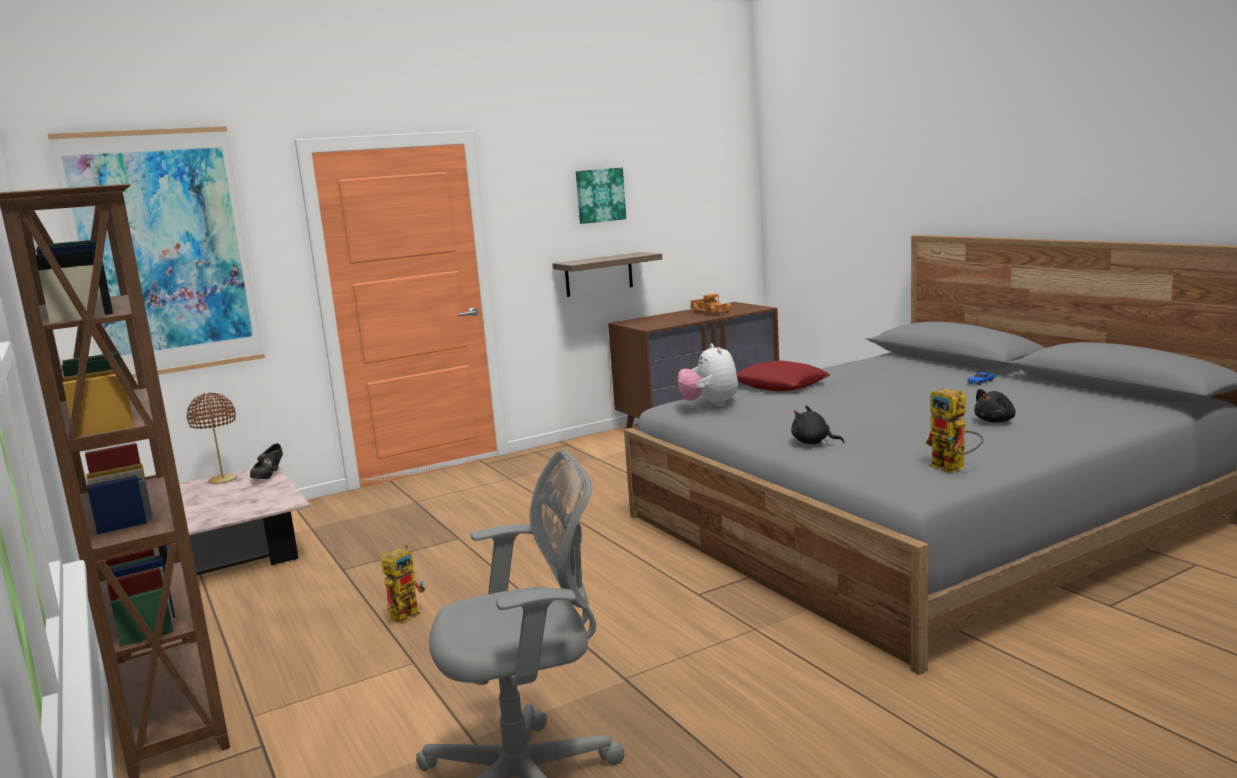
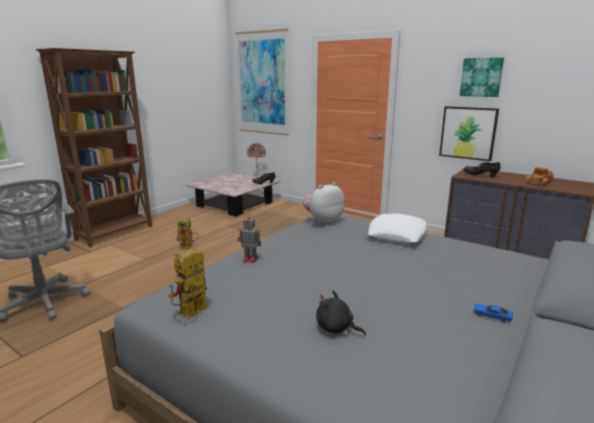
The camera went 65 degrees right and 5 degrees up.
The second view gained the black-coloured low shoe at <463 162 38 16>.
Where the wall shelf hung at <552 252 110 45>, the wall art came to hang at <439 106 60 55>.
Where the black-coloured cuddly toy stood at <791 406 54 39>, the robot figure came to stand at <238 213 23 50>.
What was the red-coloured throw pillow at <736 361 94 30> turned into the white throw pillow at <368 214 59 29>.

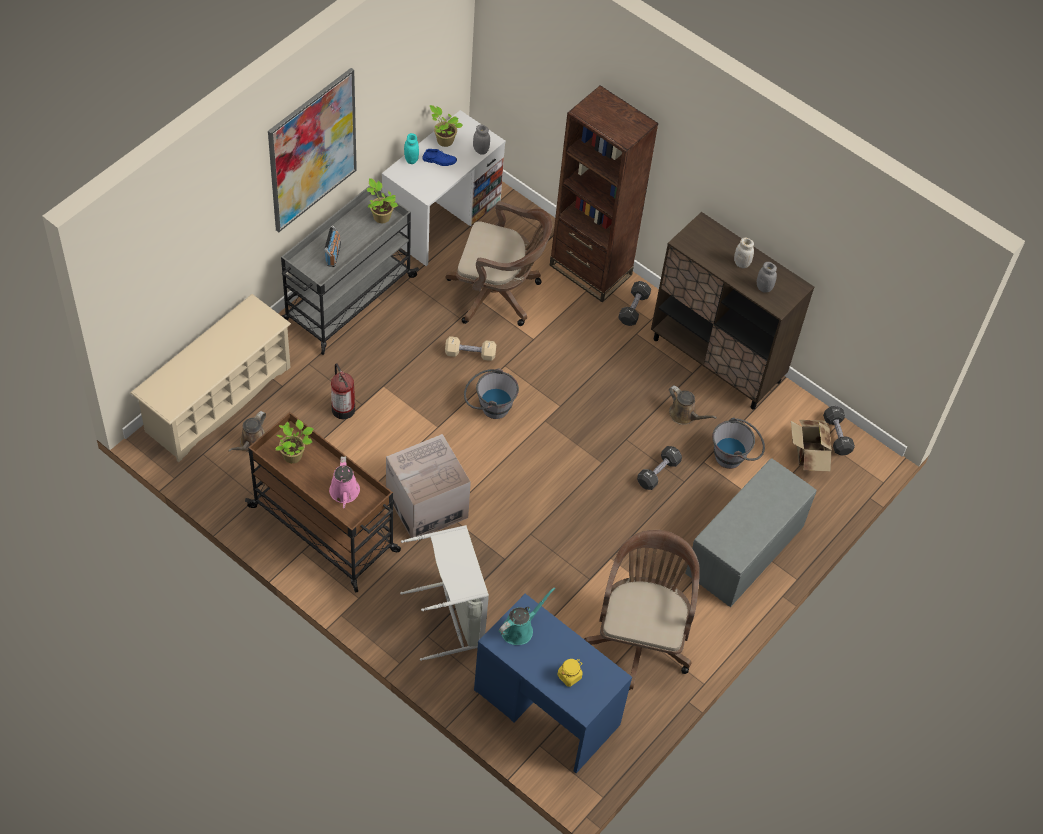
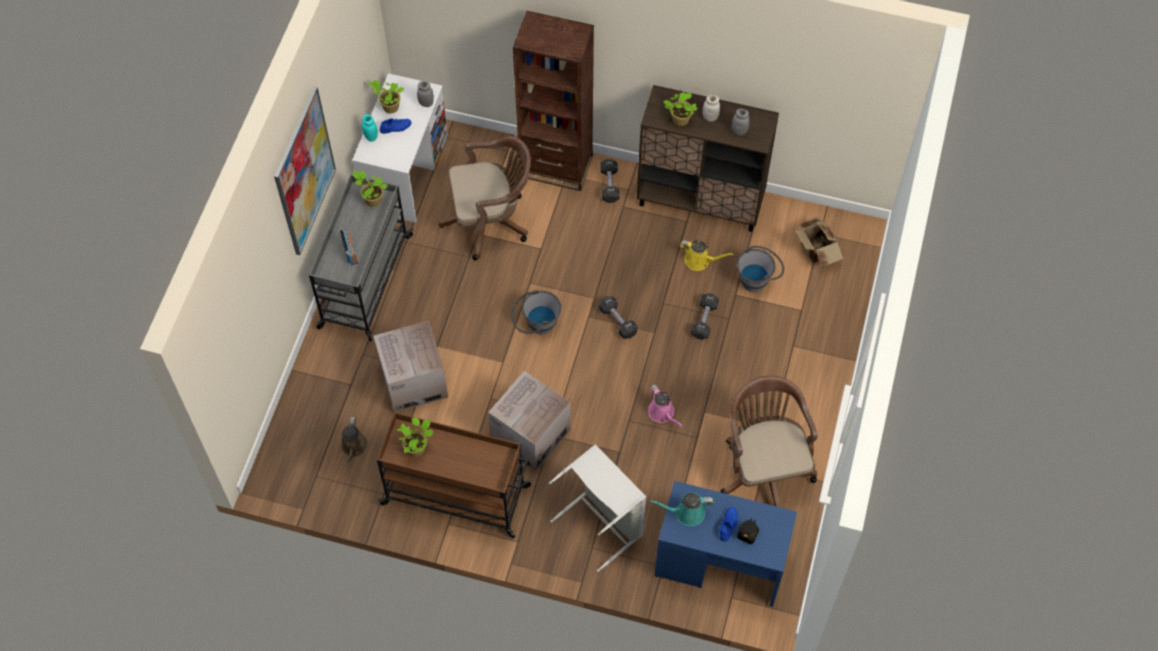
The camera went 20 degrees left and 5 degrees up.
The second view lost the beige-coloured shoe stand at <130 294 161 168>.
The second view lost the beige-coloured free weight at <445 336 51 25>.
The second view lost the gray long seat at <685 458 132 149>.
The second view gained the houseplant at <663 91 35 35>.
The second view gained the blue-coloured low shoe at <720 507 18 35>.
The pink-coloured watering pot ended up elsewhere, having gone from <329 456 31 52> to <648 384 34 43>.
The black-coloured free weight ended up elsewhere, having gone from <823 406 32 49> to <599 296 39 43>.
Where the fire extinguisher stood at <331 363 24 56>, the carton came to stand at <374 321 74 91>.
What was the yellow jar at <558 659 25 28> turned into the black-coloured jar at <737 518 22 26>.
What was the brown watering pot at <669 385 48 40> turned into the yellow watering pot at <679 240 55 31>.
The turquoise watering pot at <499 587 57 58> ended up facing another way, 120 degrees counterclockwise from before.

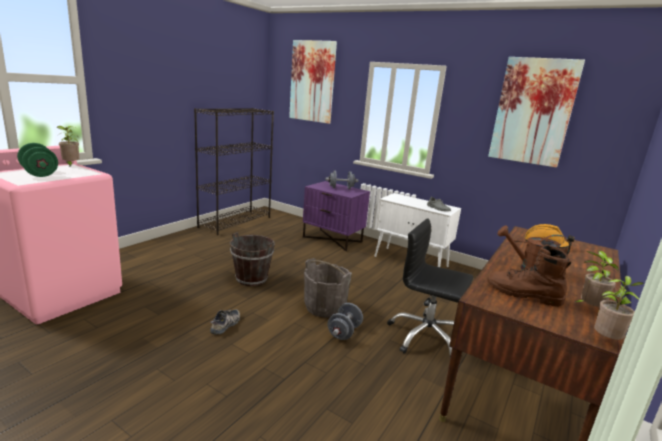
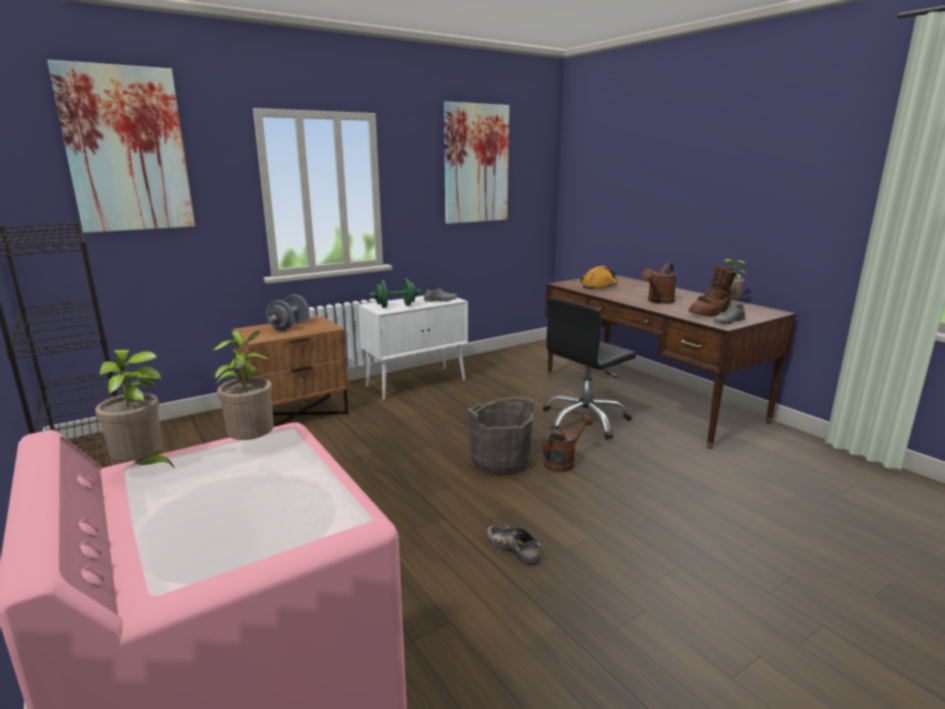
The camera went 65 degrees left and 0 degrees up.
The second view lost the brown water bucket at <230 232 45 54>.
The second view gained the gray low shoe at <713 303 32 21>.
The green free weight ended up elsewhere, having gone from <17 143 41 34> to <369 279 51 29>.
The houseplant ended up elsewhere, having gone from <594 276 50 64> to <213 331 61 109>.
Where the gray free weight stood at <328 303 35 37>, the brown watering pot came to stand at <543 414 50 58>.
What was the purple nightstand at <303 181 67 70> turned into the brown nightstand at <233 316 116 111>.

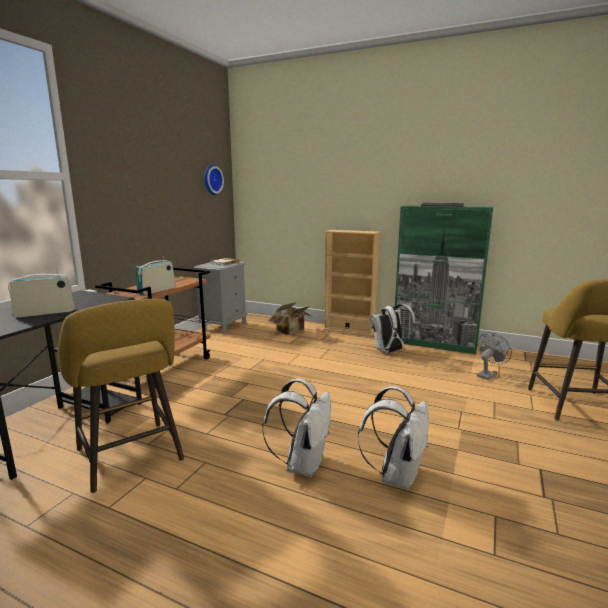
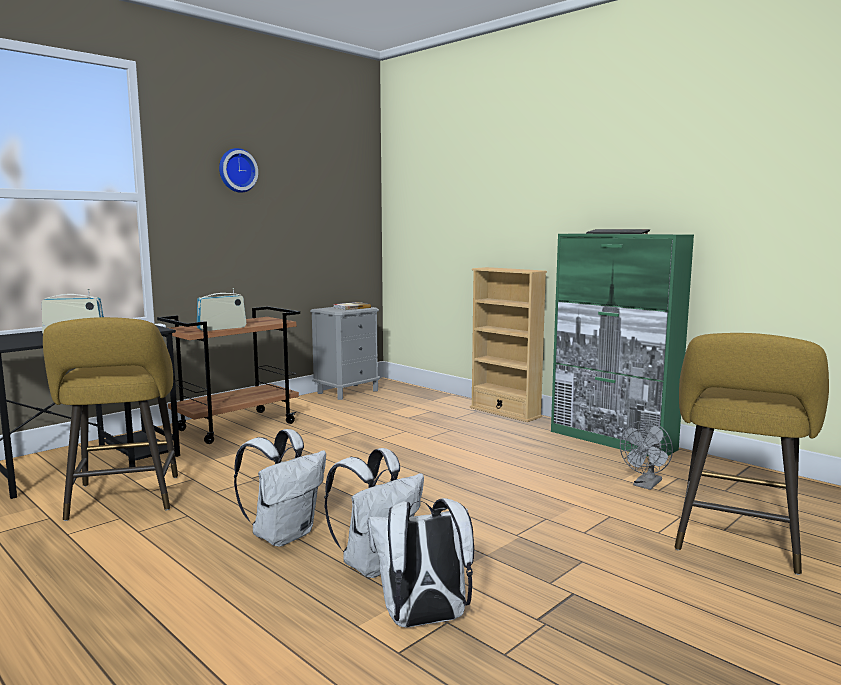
The camera went 20 degrees right and 5 degrees down.
The second view lost the carton at <268 302 44 33>.
The clock on the wall ended up elsewhere, having gone from <204 165 20 30> to <219 148 39 45>.
The white backpack ended up elsewhere, having gone from <370 304 46 50> to <367 498 107 130>.
The gray cooling fan at <477 332 35 48> ended up facing another way, 150 degrees clockwise from before.

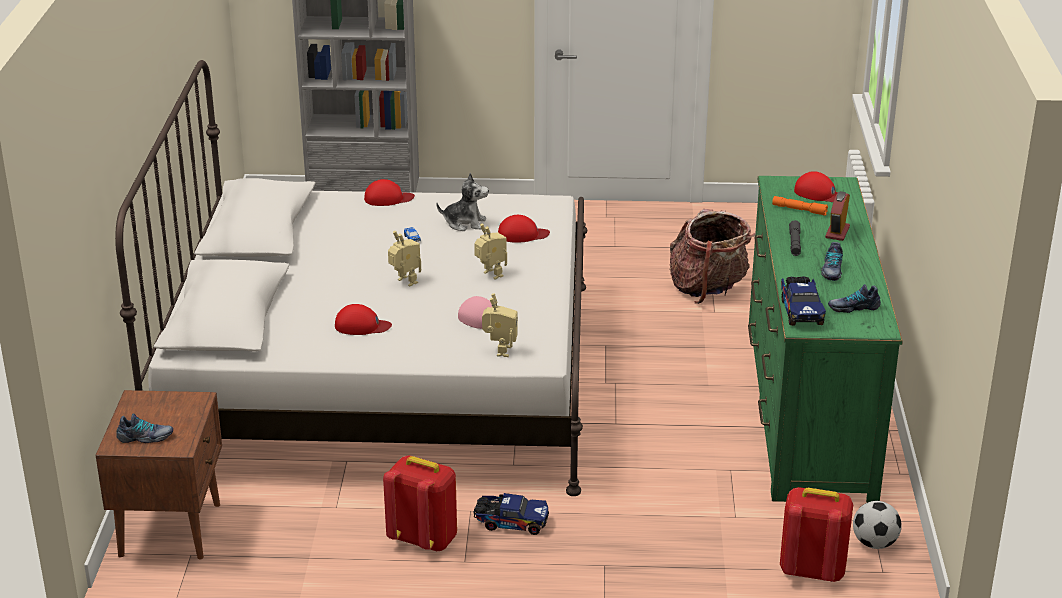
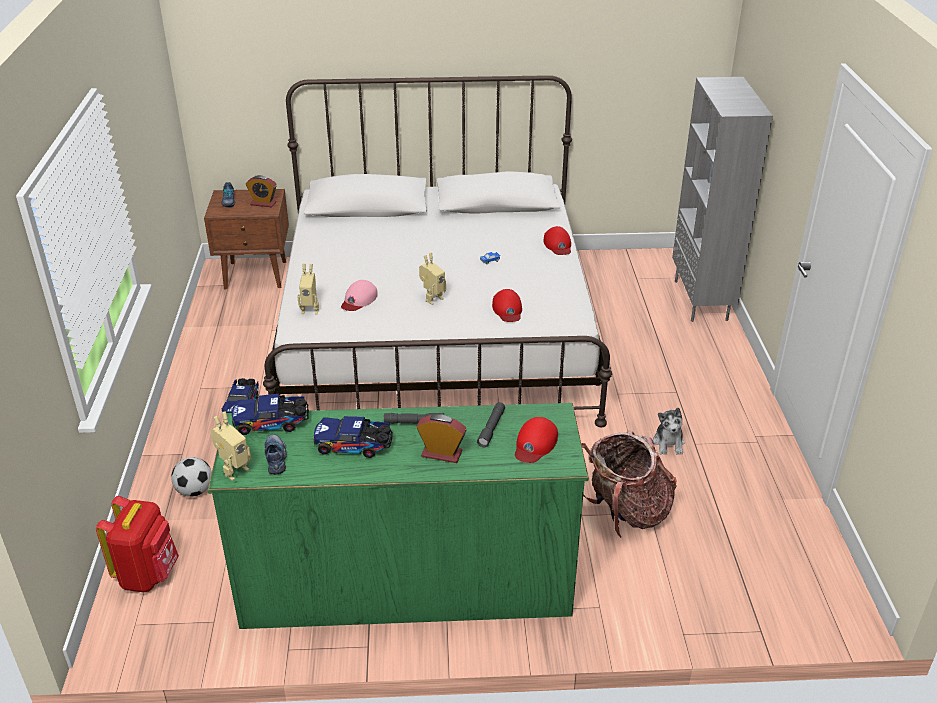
The camera went 85 degrees right and 5 degrees up.
The second view lost the red-coloured cap at <335 304 57 31>.
The second view lost the red-coloured backpack at <383 456 74 96>.
The second view gained the table clock at <246 175 31 32>.
The robot figure ended up elsewhere, having gone from <388 231 33 55> to <211 411 40 70>.
The cuddly toy ended up elsewhere, having gone from <436 173 53 58> to <653 407 32 48>.
The ball for football ended up elsewhere, having gone from <853 501 49 48> to <171 457 41 40>.
Where the low shoe stood at <821 242 22 39>, the model truck came to stand at <314 416 79 42>.
What was the orange hand torch at <772 196 56 20> turned into the gray hand torch at <477 402 28 46>.

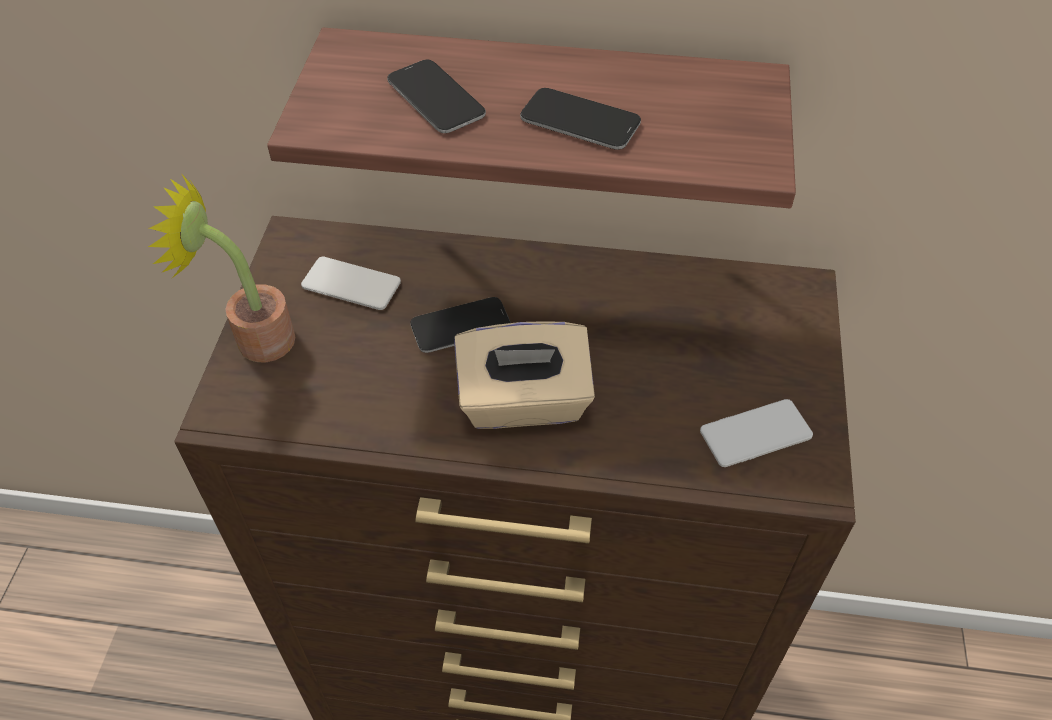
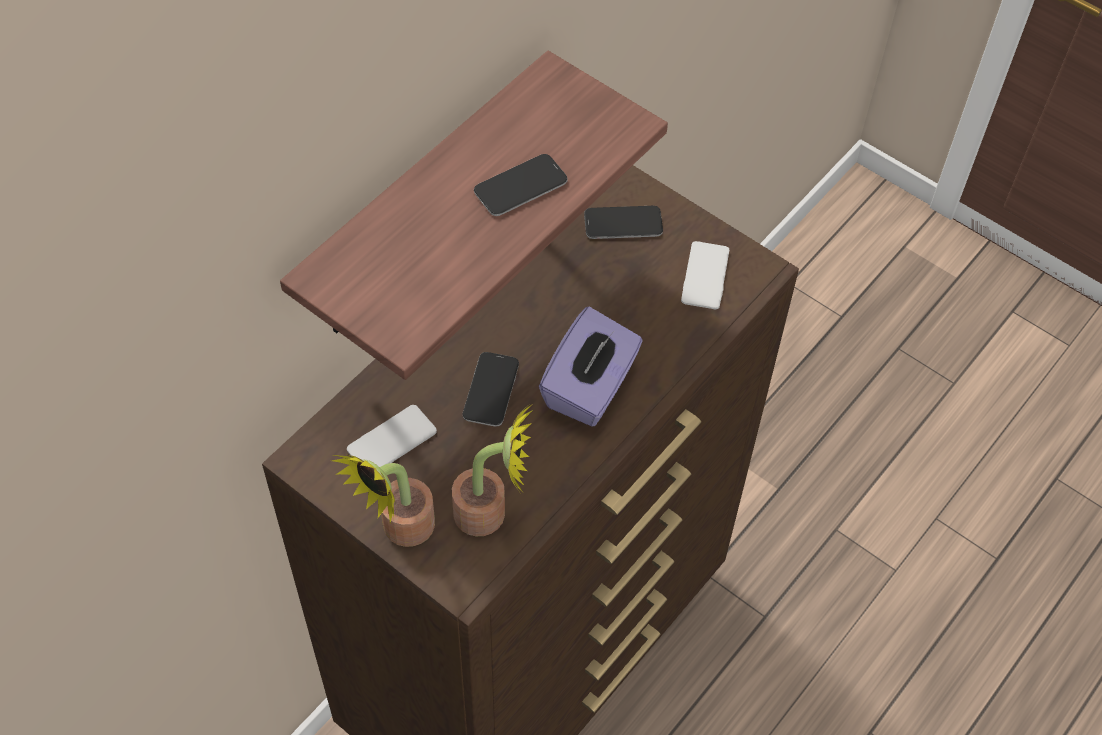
The camera went 60 degrees left and 5 degrees up.
The second view gained the houseplant at <452 405 81 131>.
The telephone ended up elsewhere, having gone from <387 60 99 73> to <584 206 79 33>.
What was the beige-coloured box of tissues at <454 321 141 108> turned into the purple box of tissues at <539 307 104 120>.

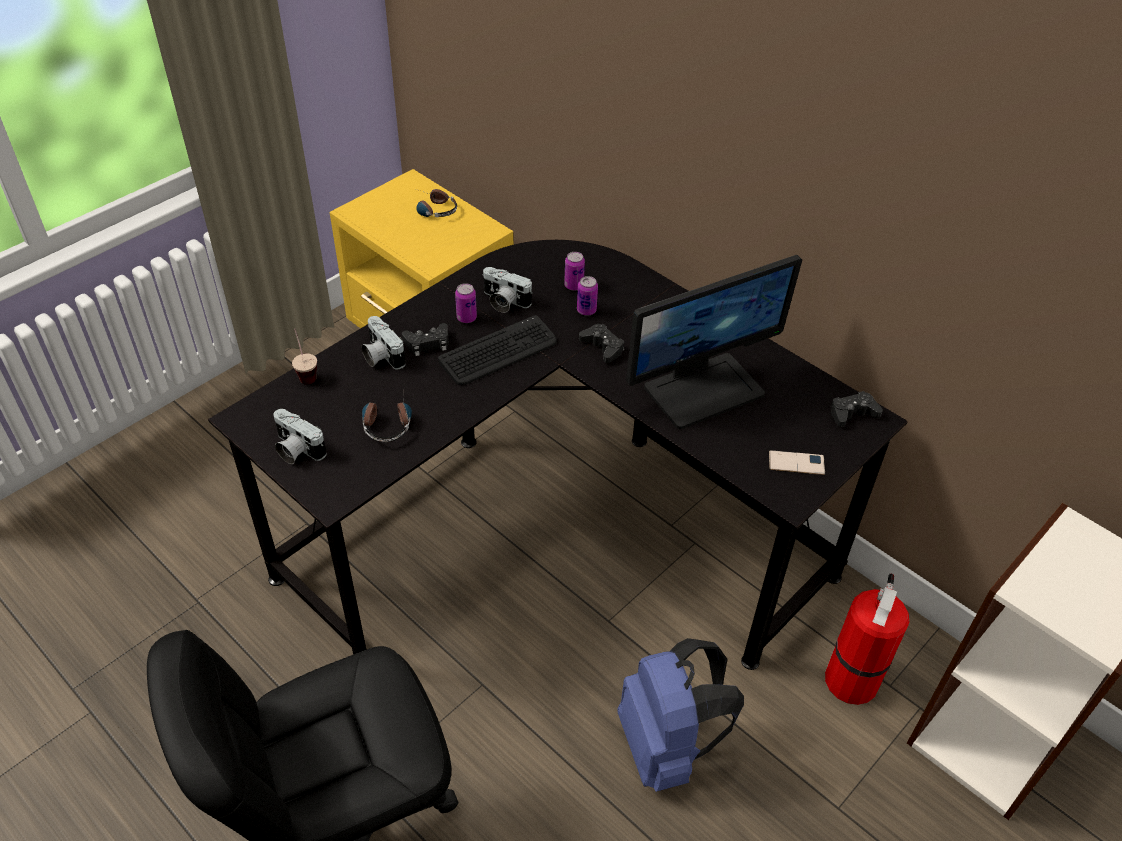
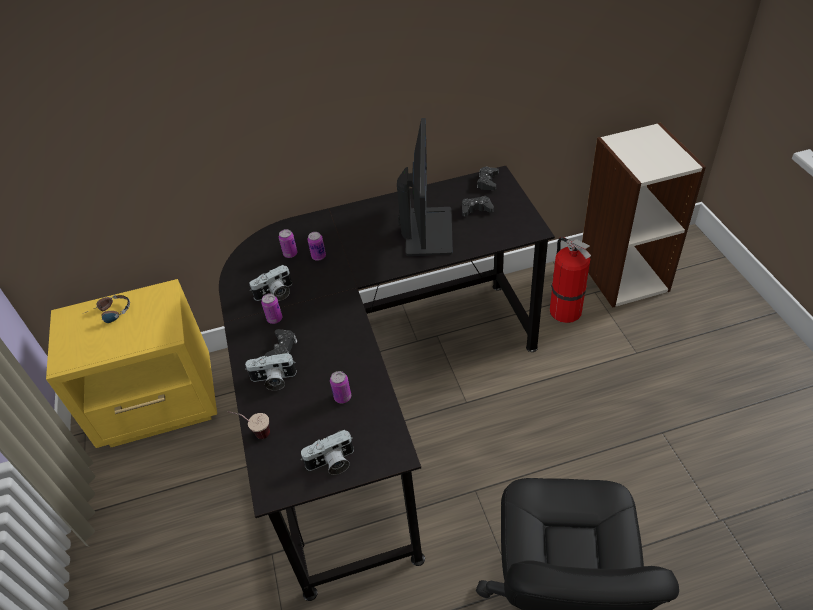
The camera went 55 degrees left and 0 degrees up.
The second view lost the keyboard at <438 315 119 70>.
The second view lost the blue-coloured backpack at <617 638 127 154>.
The second view lost the telephone at <769 450 56 25>.
The black-coloured gamepad ended up elsewhere, having gone from <579 324 45 39> to <462 196 32 20>.
Where the headset stood at <362 392 50 50>, the sealed can came to stand at <330 371 21 32>.

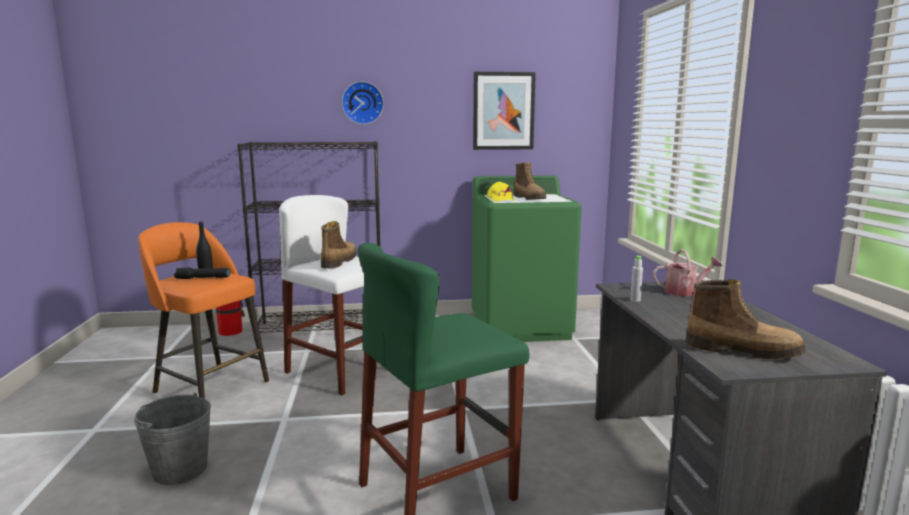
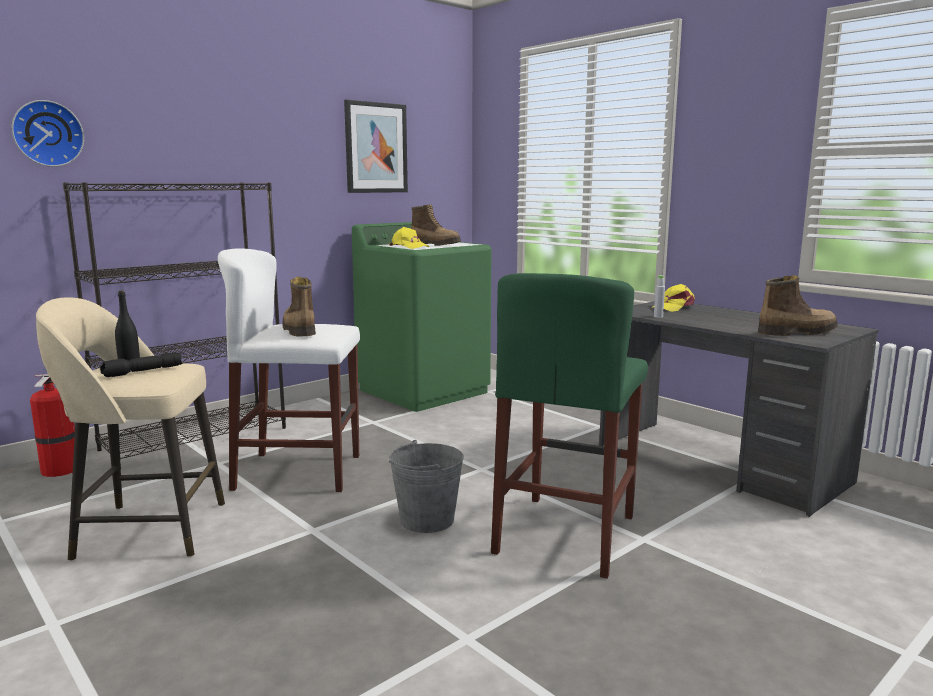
The camera went 35 degrees left and 0 degrees up.
The gray water bucket ended up elsewhere, having gone from <134 393 77 92> to <389 440 75 93>.
The clock on the wall ended up elsewhere, having gone from <342 81 42 44> to <11 100 73 67>.
Where the watering pot stood at <653 249 69 47>, the yellow cap came to stand at <652 284 43 28>.
What was the orange stool seat at <138 222 131 177> turned into the beige-coloured stool seat at <36 297 189 264>.

